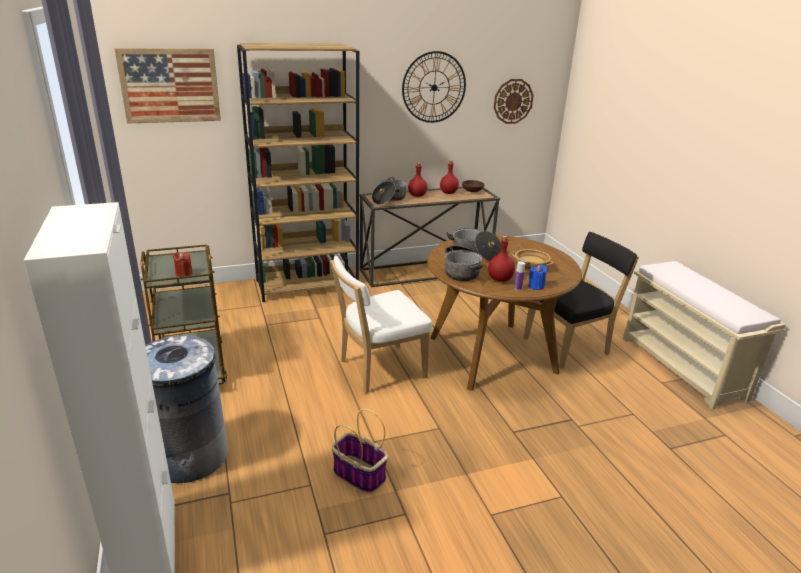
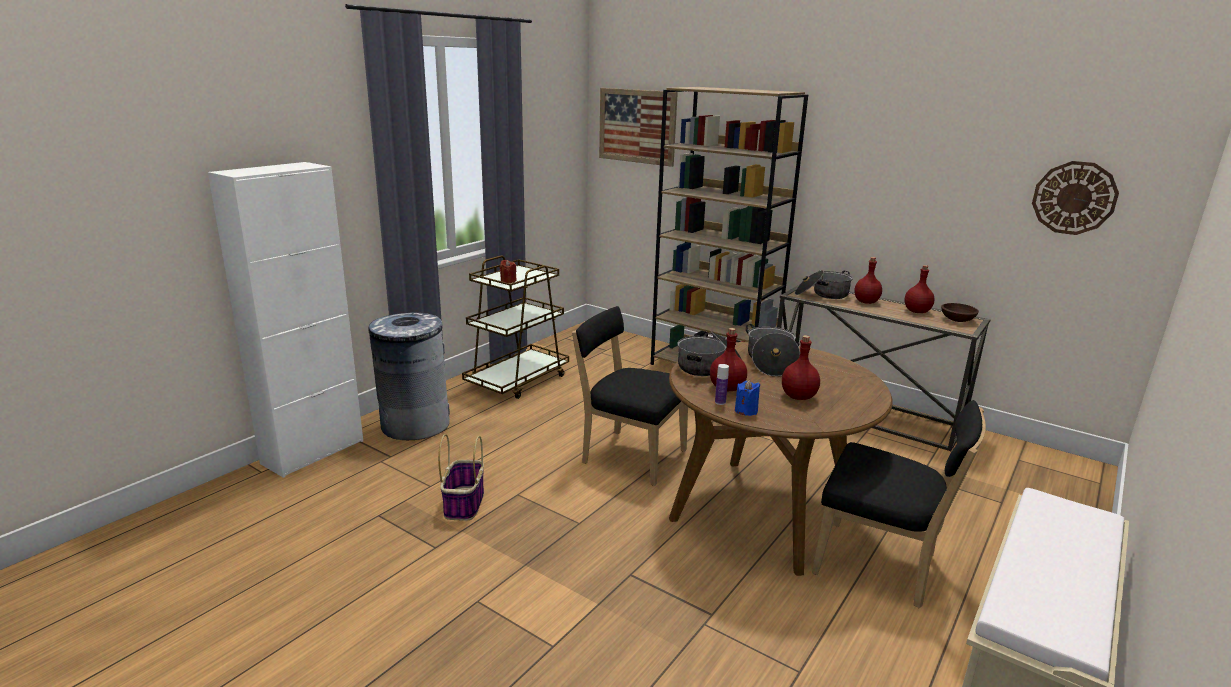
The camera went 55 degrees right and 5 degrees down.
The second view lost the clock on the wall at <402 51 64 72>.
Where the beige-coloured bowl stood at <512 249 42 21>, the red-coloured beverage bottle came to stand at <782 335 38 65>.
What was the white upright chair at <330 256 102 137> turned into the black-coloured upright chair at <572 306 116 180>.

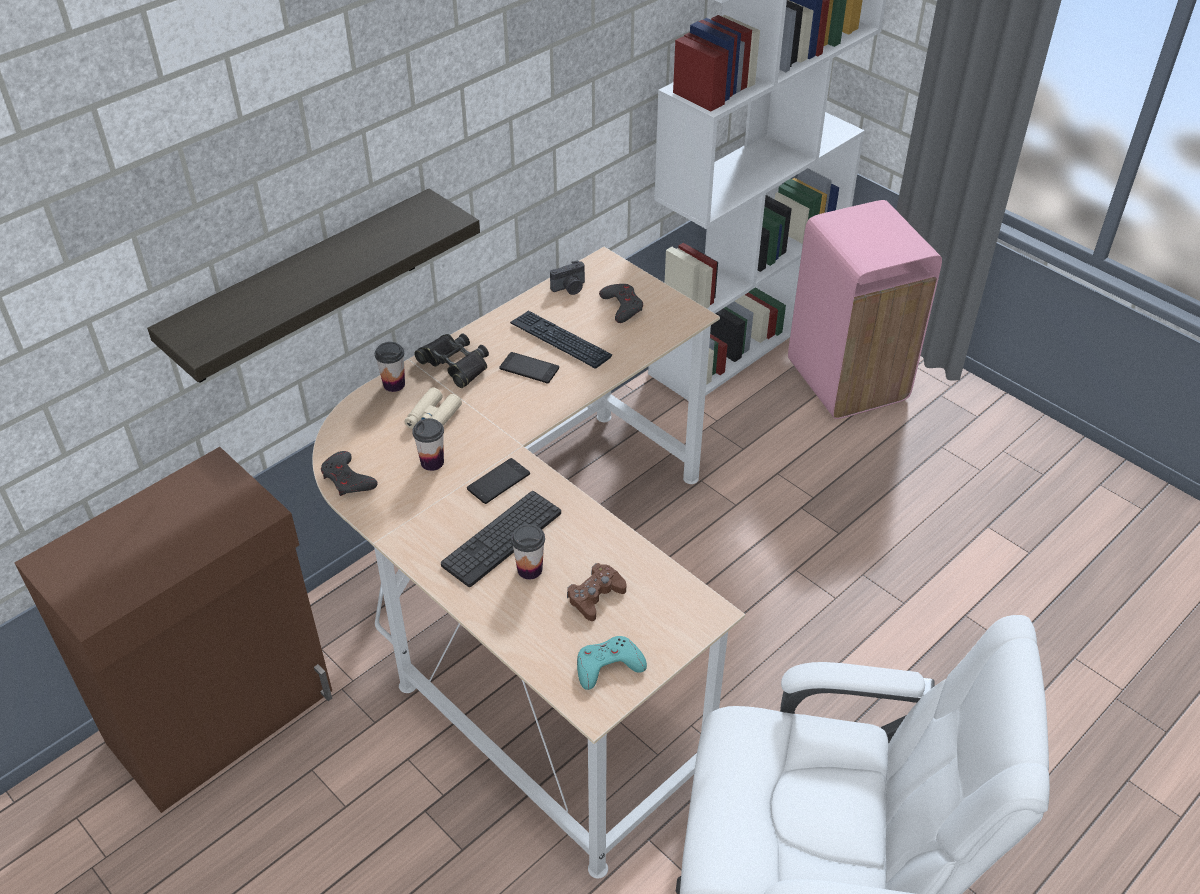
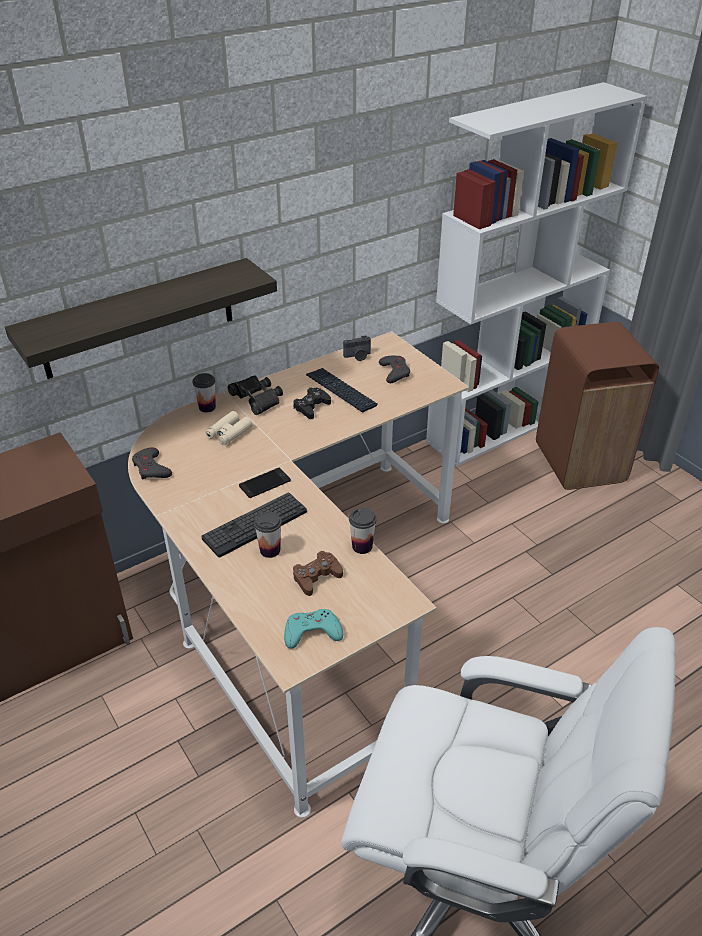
The camera went 10 degrees right and 5 degrees down.
The drinking cup ended up elsewhere, having gone from <412 418 32 53> to <349 508 27 46>.
Where the telephone stood at <499 352 60 32>, the black-coloured gamepad came to stand at <293 388 38 31>.
What was the pink-coloured waste bin at <788 200 154 219> turned into the brown waste bin at <536 322 123 168>.

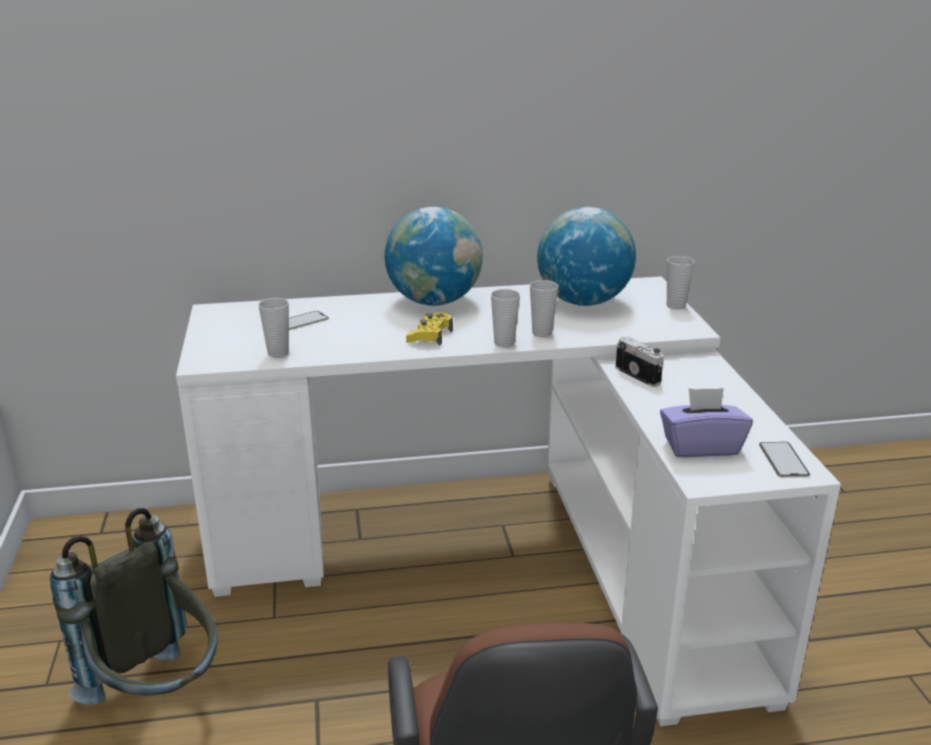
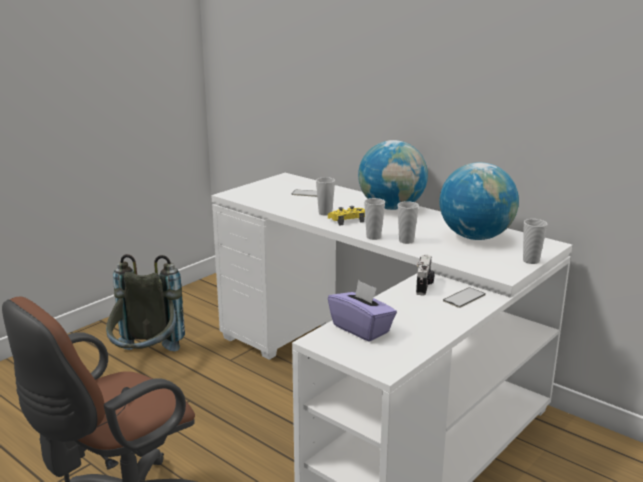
The camera went 50 degrees right and 5 degrees down.
The drinking cup ended up elsewhere, having gone from <258 298 31 59> to <316 177 19 39>.
The telephone ended up elsewhere, having gone from <759 442 51 35> to <443 287 43 21>.

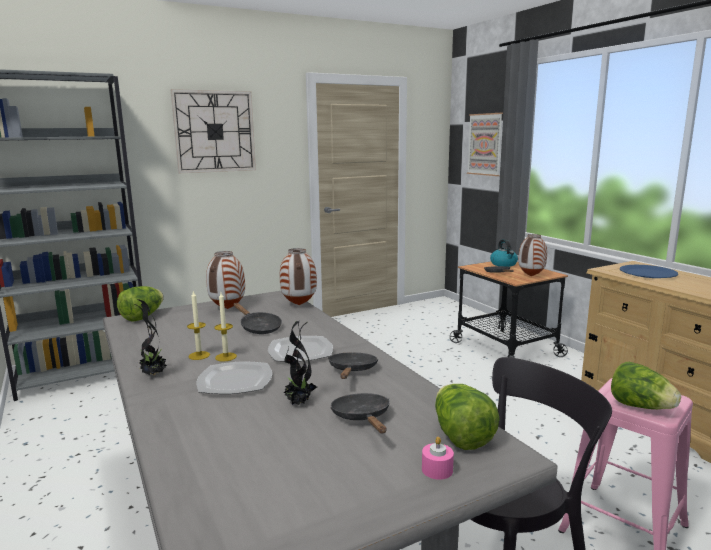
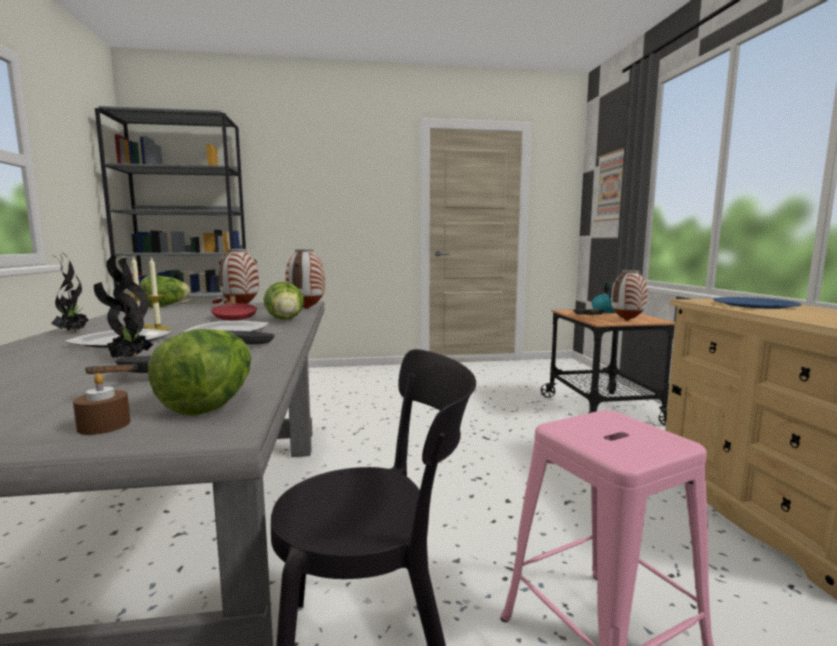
The camera went 20 degrees right and 5 degrees down.
The second view lost the clock on the wall at <171 89 85 84>.
The lettuce head ended up elsewhere, having gone from <611 362 70 47> to <264 282 40 38>.
What was the black-coloured frying pan at <234 303 48 31> turned into the red-coloured frying pan at <210 296 48 24>.
What was the pink-coloured wax candle at <422 437 32 43> turned into the brown wax candle at <73 373 58 62>.

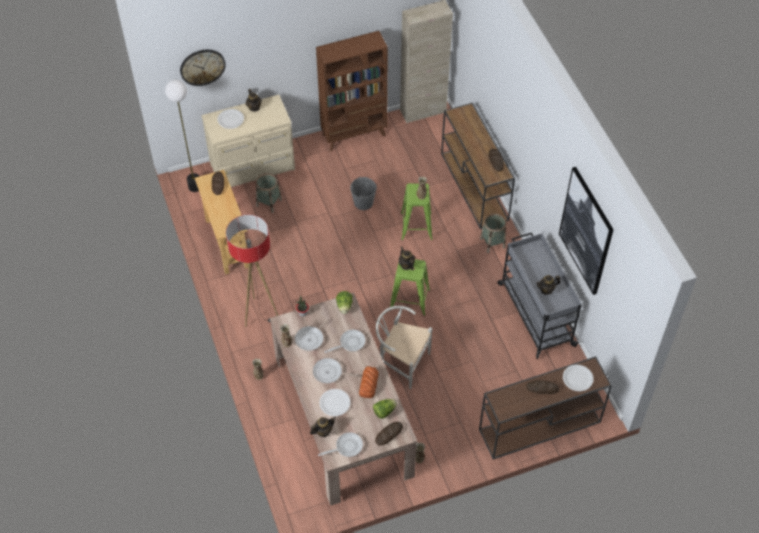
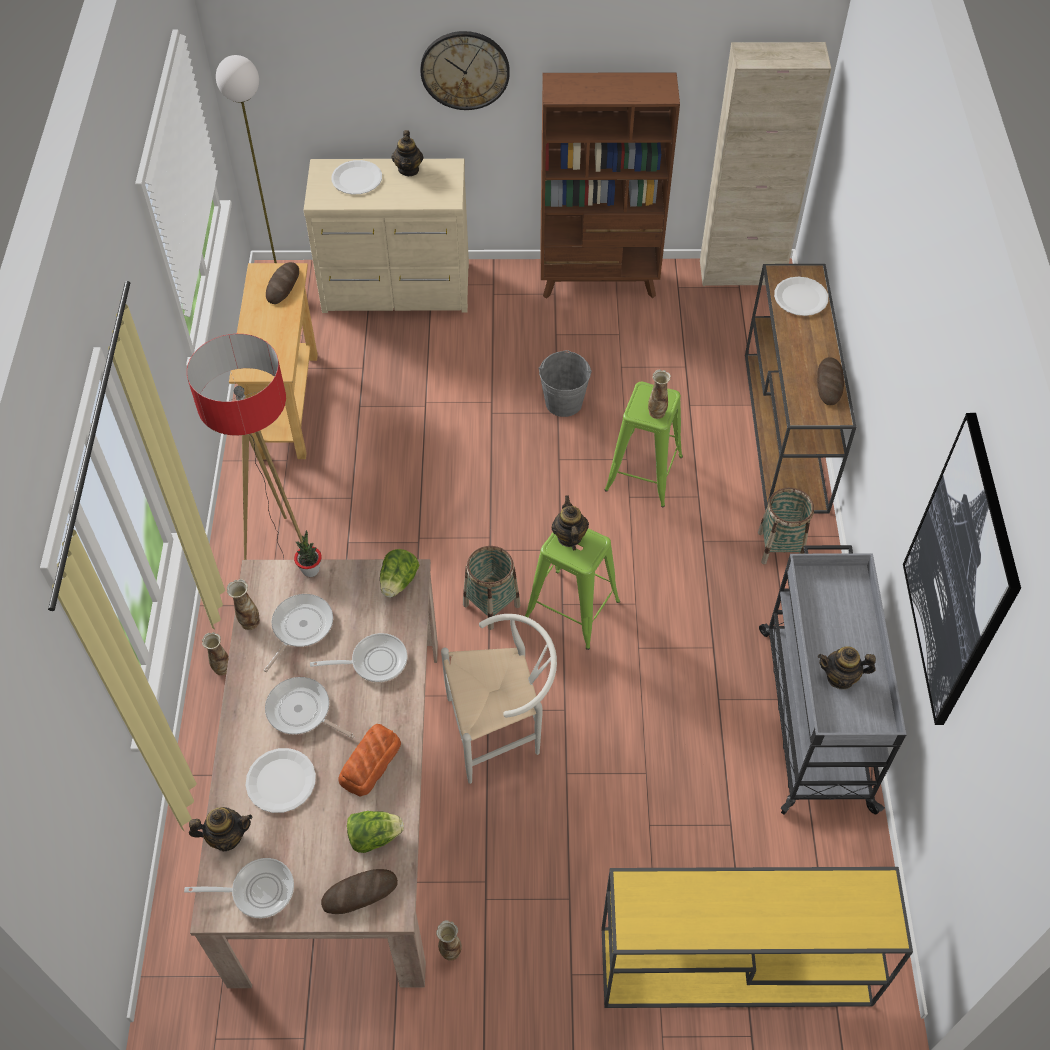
The camera went 20 degrees right and 0 degrees up.
The second view lost the bakery bread at <526 380 33 14>.
The clock on the wall ended up elsewhere, having gone from <180 50 46 36> to <420 31 90 79>.
The basket ended up elsewhere, having gone from <256 173 26 40> to <463 546 58 84>.
The white plate ended up elsewhere, having gone from <563 365 30 26> to <774 277 54 39>.
What was the brown narrow table at <479 356 133 103> turned into the yellow narrow table at <602 867 311 141>.
The frying pan at <295 319 34 32> ended up facing another way, 150 degrees clockwise from before.
The white upright chair at <376 306 56 83> ended up facing another way, 120 degrees clockwise from before.

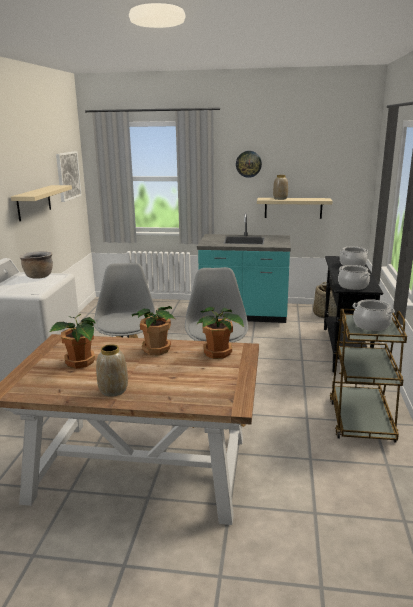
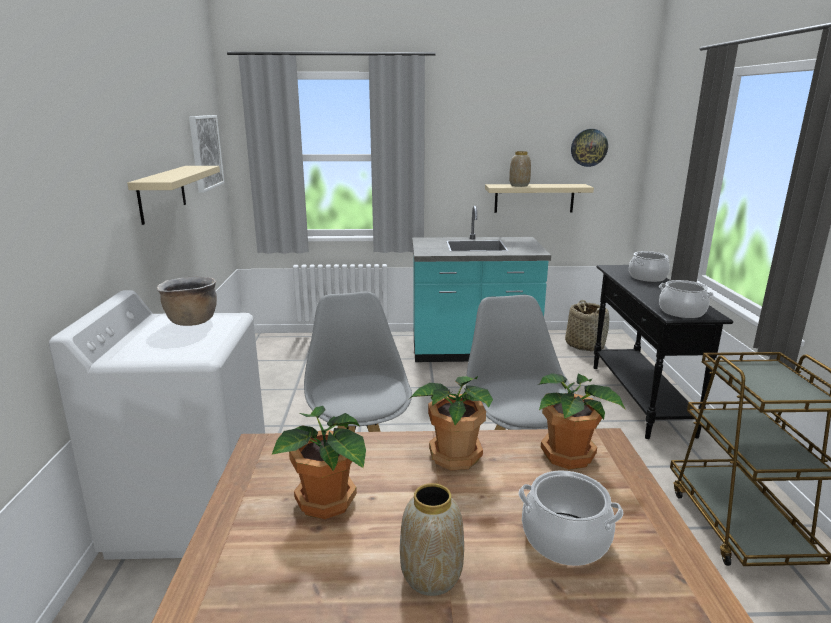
The camera went 10 degrees left and 0 degrees up.
The clock on the wall ended up elsewhere, having gone from <236 151 26 27> to <571 129 37 38>.
The stockpot ended up elsewhere, having gone from <352 299 43 32> to <518 471 105 95>.

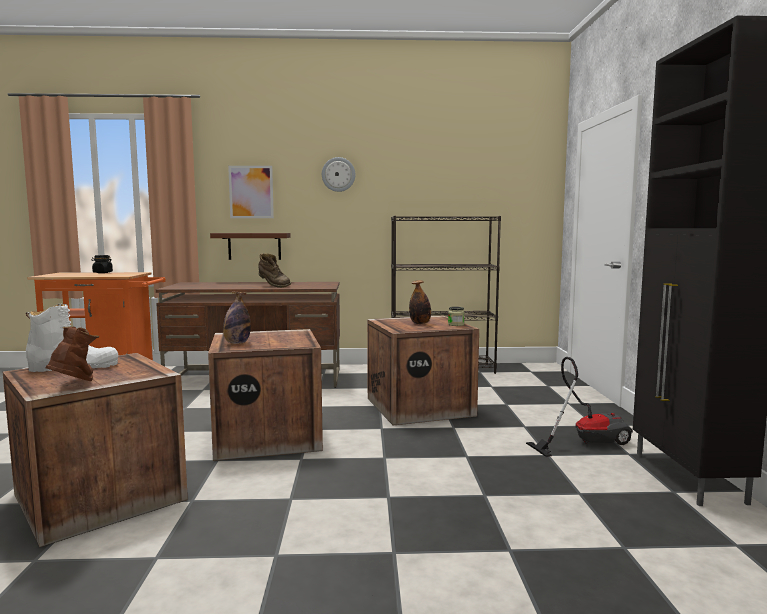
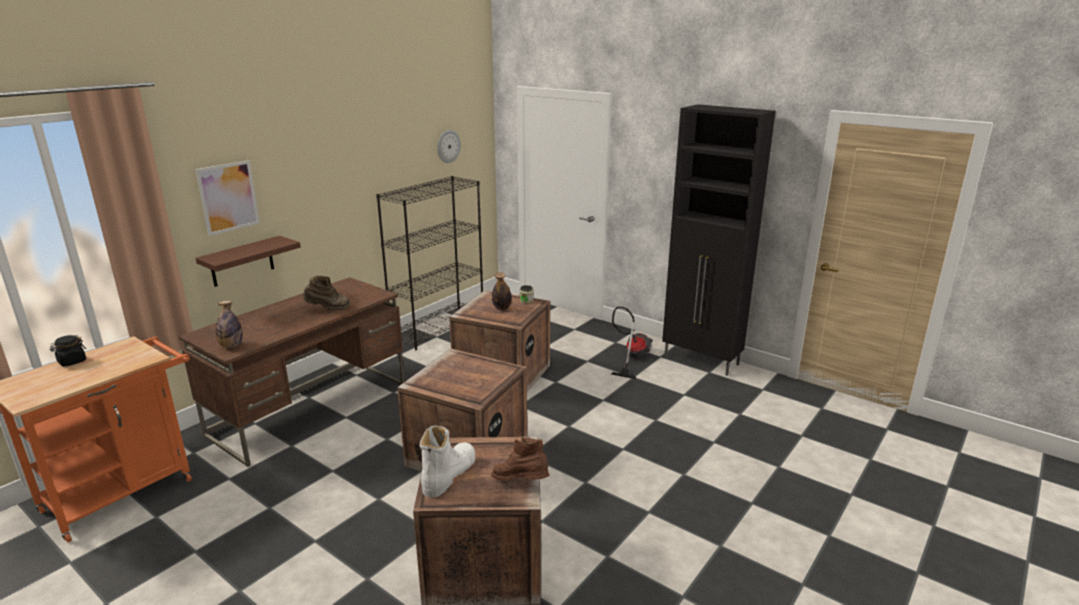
The camera went 50 degrees left and 15 degrees up.
The beverage bottle ended up elsewhere, having gone from <223 292 28 52> to <216 301 27 47>.
The clock on the wall ended up elsewhere, having gone from <322 157 33 35> to <437 130 24 33>.

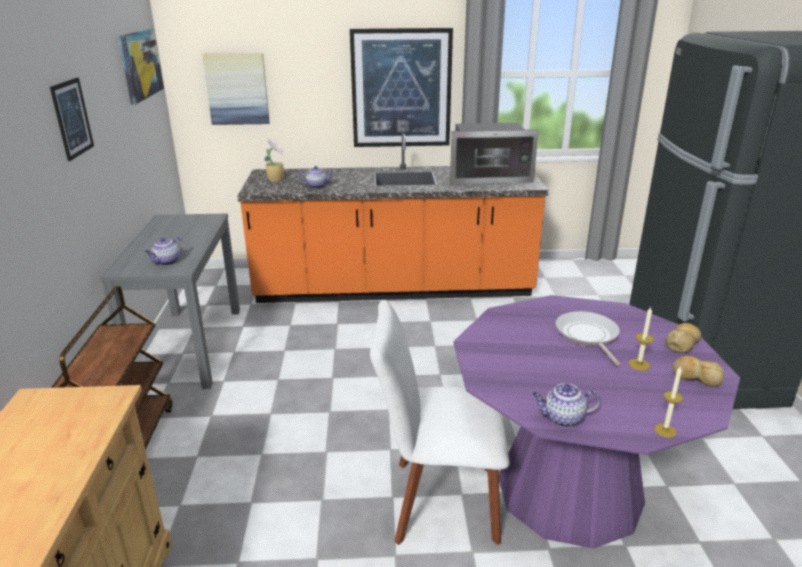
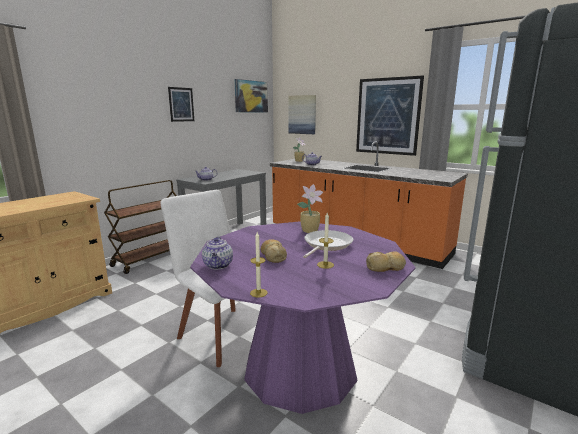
The camera went 40 degrees right and 10 degrees down.
The second view lost the kitchen microwave at <450 123 89 62>.
The second view gained the houseplant at <297 184 26 49>.
The bakery bread ended up elsewhere, having gone from <673 356 52 31> to <261 239 26 24>.
The tea pot at <532 383 69 44> ended up facing another way, 135 degrees counterclockwise from before.

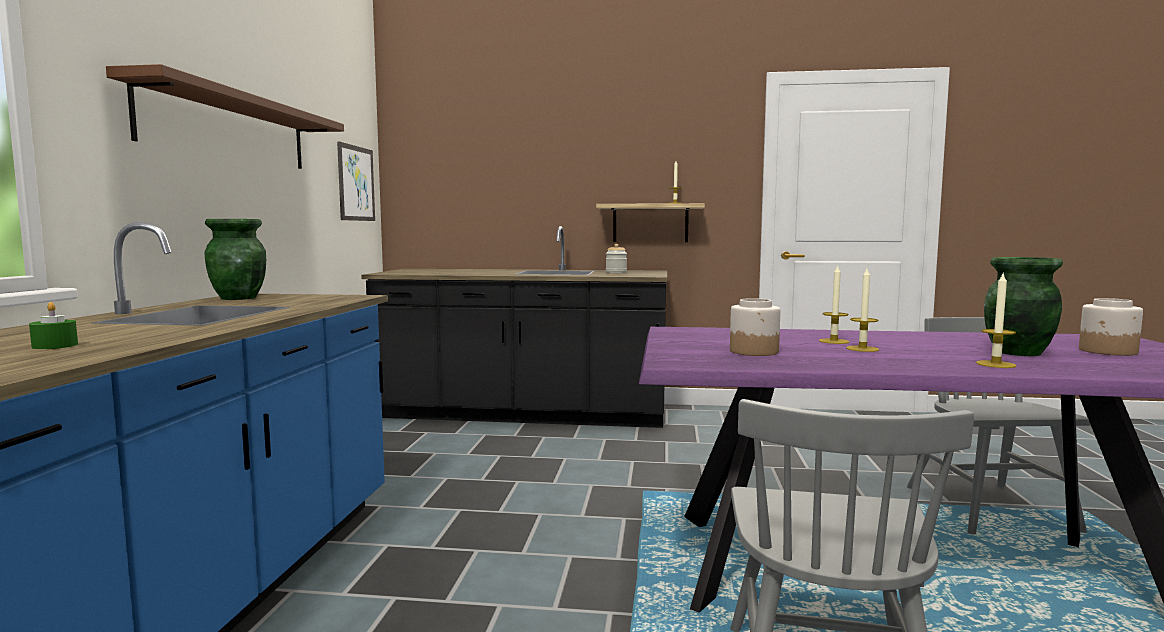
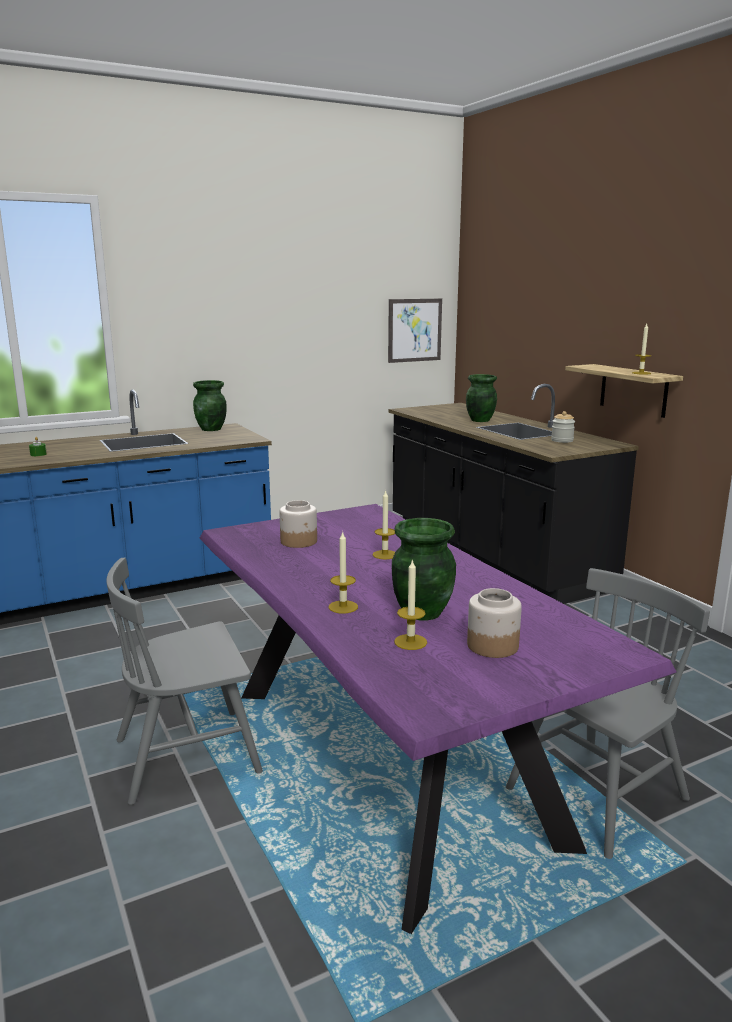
The camera went 55 degrees right and 10 degrees up.
The second view lost the brown wall shelf at <106 64 238 105>.
The second view gained the green decorative vase at <466 374 31 48>.
The wax candle ended up elsewhere, having gone from <846 268 33 84> to <394 559 33 91>.

